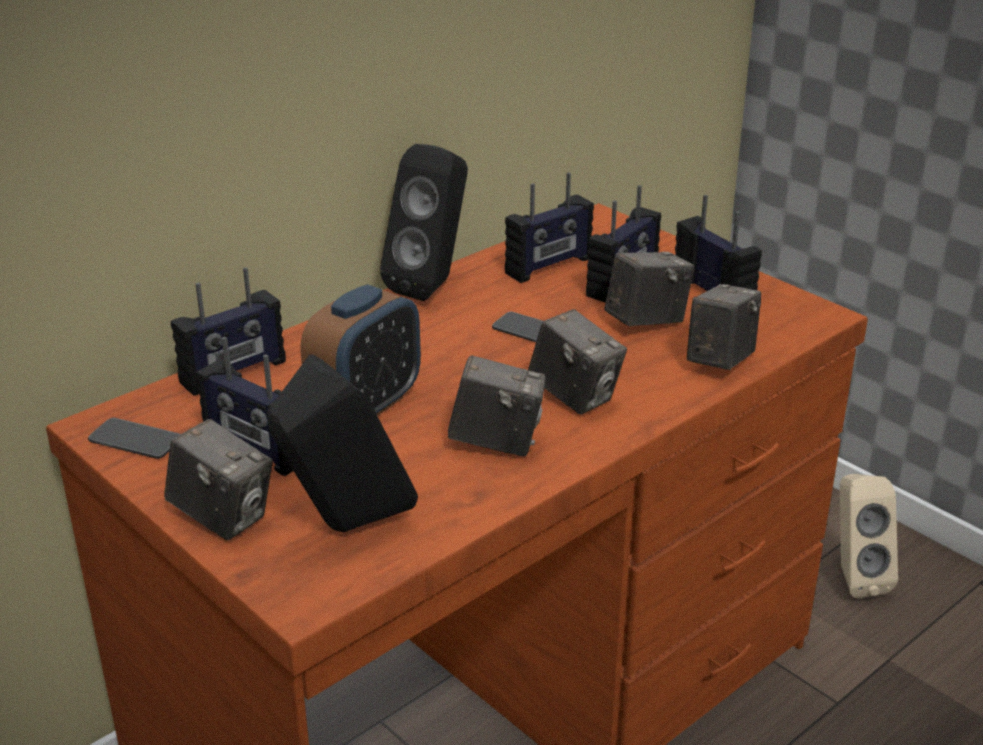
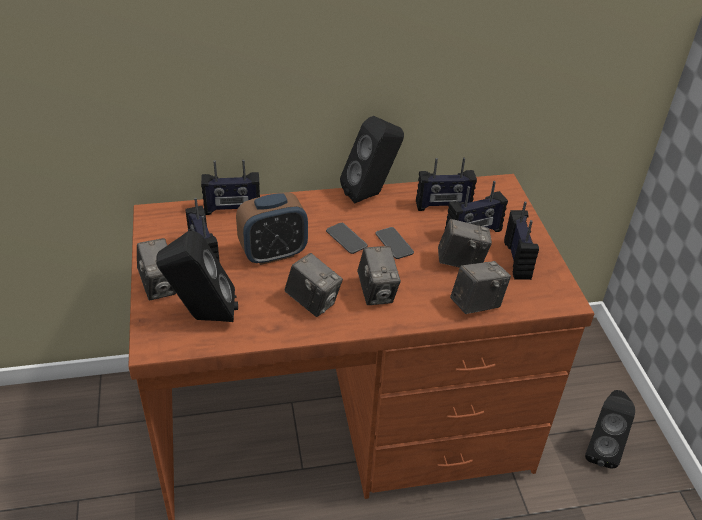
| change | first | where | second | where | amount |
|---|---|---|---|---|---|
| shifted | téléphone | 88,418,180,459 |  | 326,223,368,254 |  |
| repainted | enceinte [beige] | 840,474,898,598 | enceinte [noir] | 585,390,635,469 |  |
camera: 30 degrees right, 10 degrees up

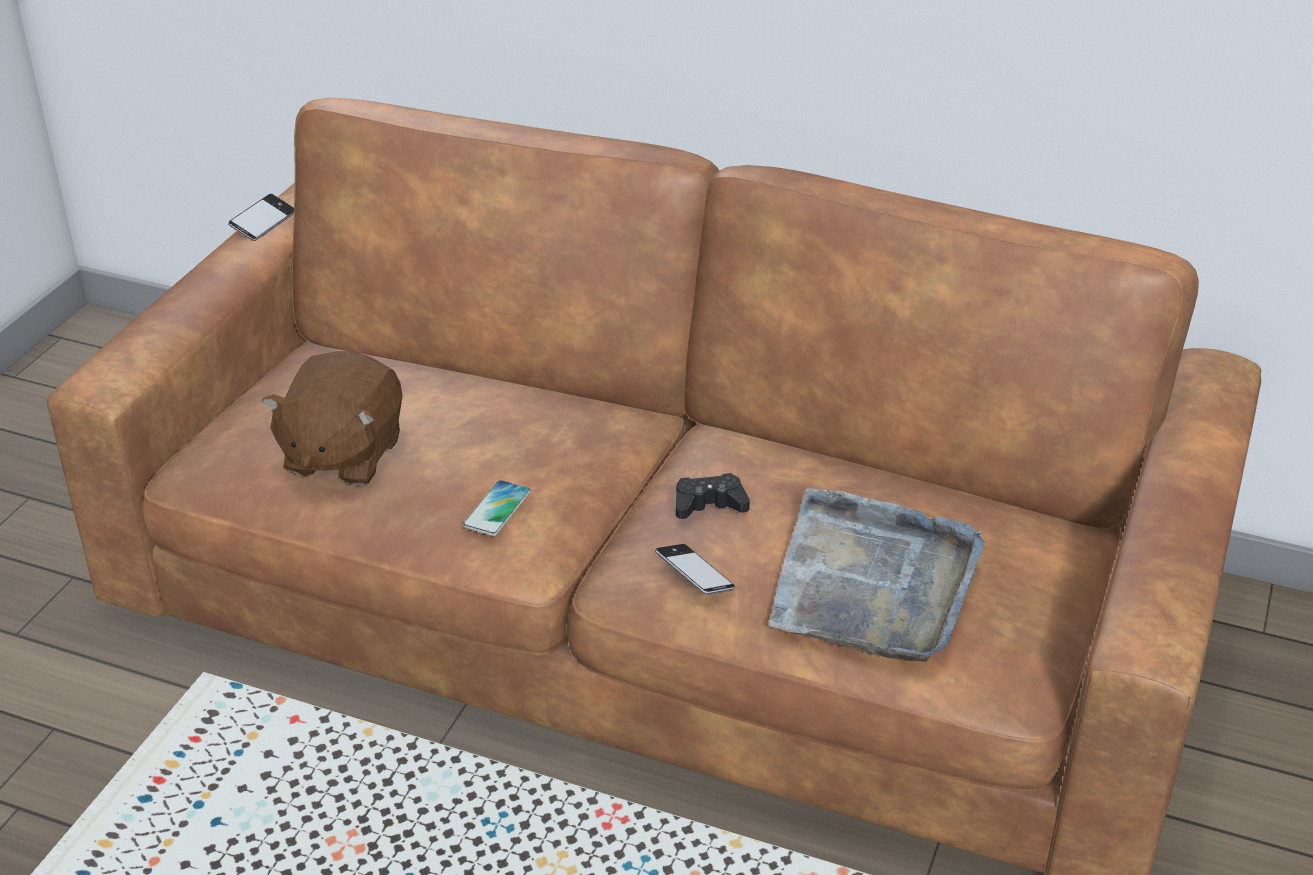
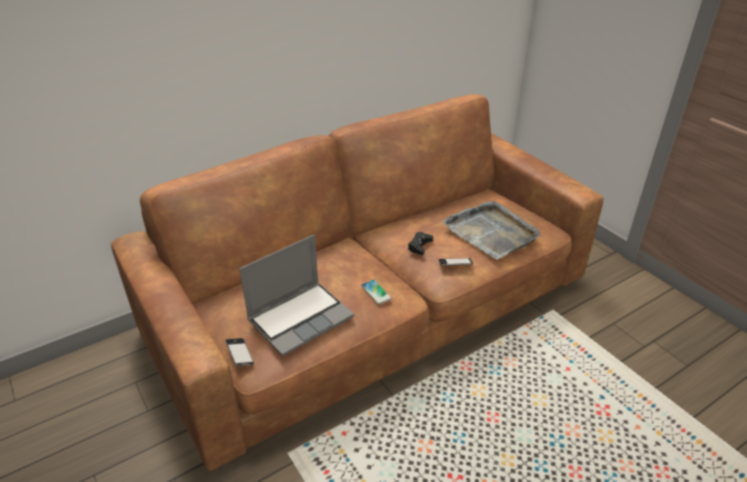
| change | first | where | second | where | amount |
|---|---|---|---|---|---|
| shifted | téléphone | 228,194,294,241 |  | 225,338,254,366 |  |
| swapped | peluche [marron] | 262,351,403,486 | ordinateur portable | 239,234,354,357 |  |
camera: 55 degrees left, 0 degrees up

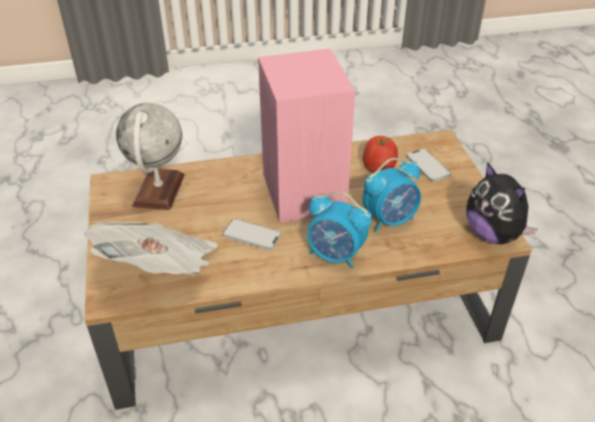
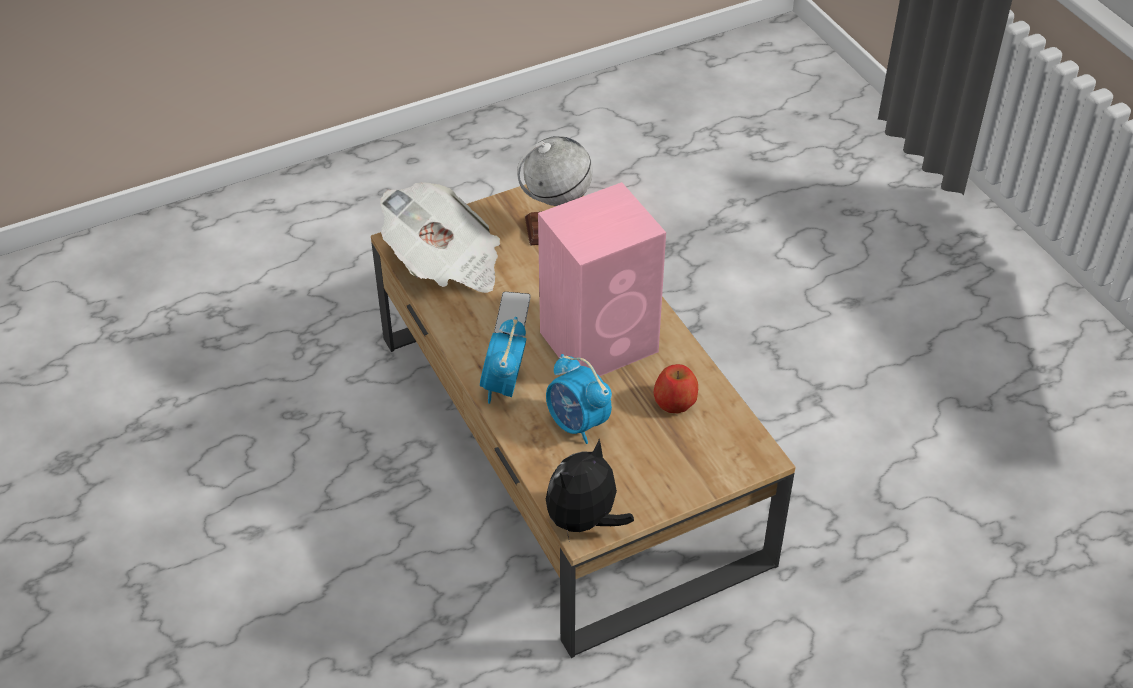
| change | first | where | second | where | amount |
|---|---|---|---|---|---|
| gone | téléphone | 406,149,451,182 |  |  |  |
camera: 75 degrees right, 5 degrees up

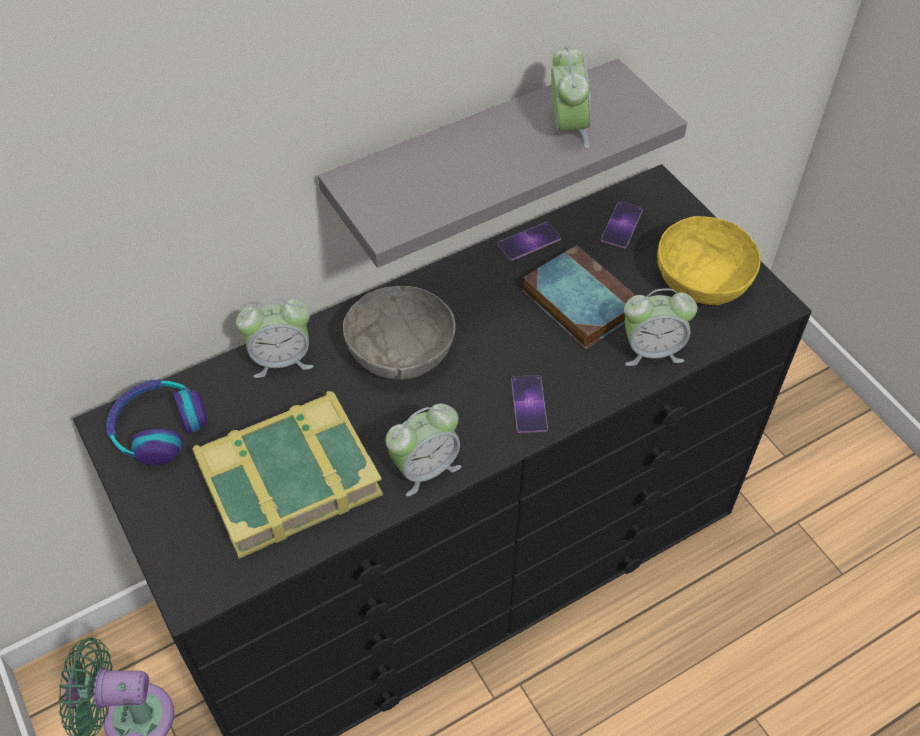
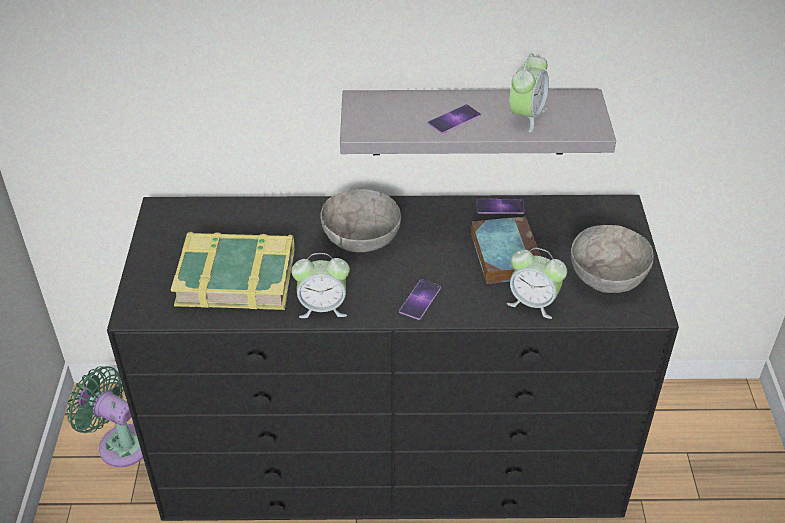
| change | first | where | second | where | amount |
|---|---|---|---|---|---|
| shifted | téléphone | 601,201,643,248 |  | 428,104,481,134 |  |
| repainted | bol [jaune] | 657,216,761,305 | bol [gris] | 571,225,654,293 |  |
| gone | réveil | 236,297,314,378 |  |  |  |
| gone | casque audio | 106,379,207,465 |  |  |  |
camera: 30 degrees right, 10 degrees down

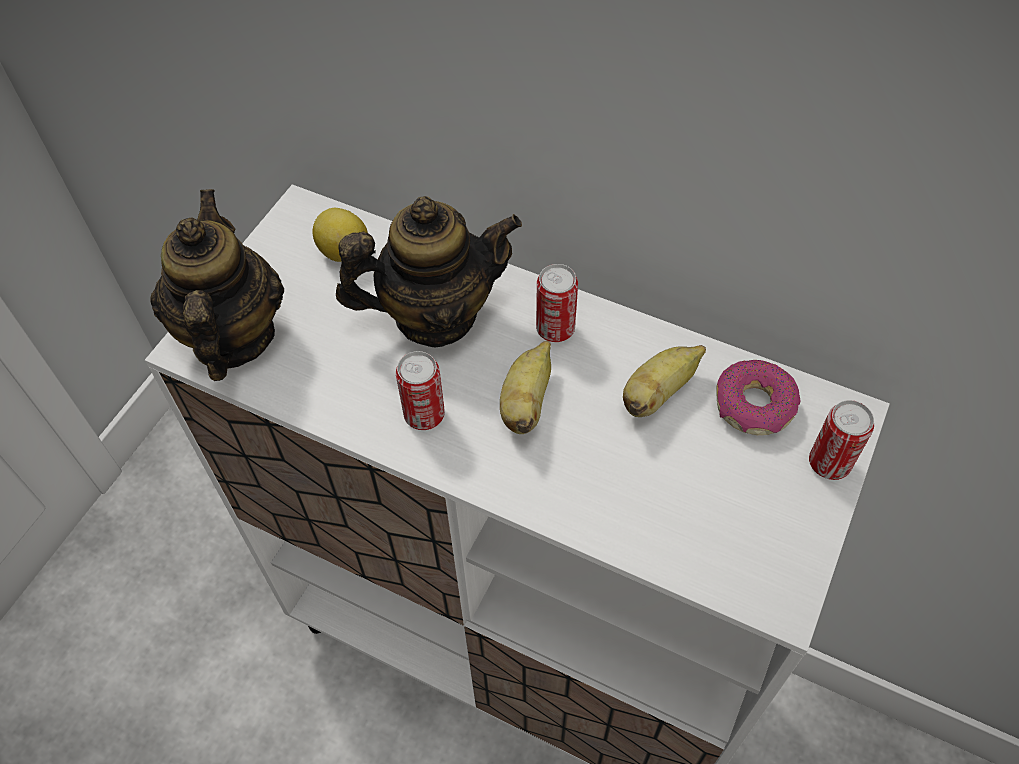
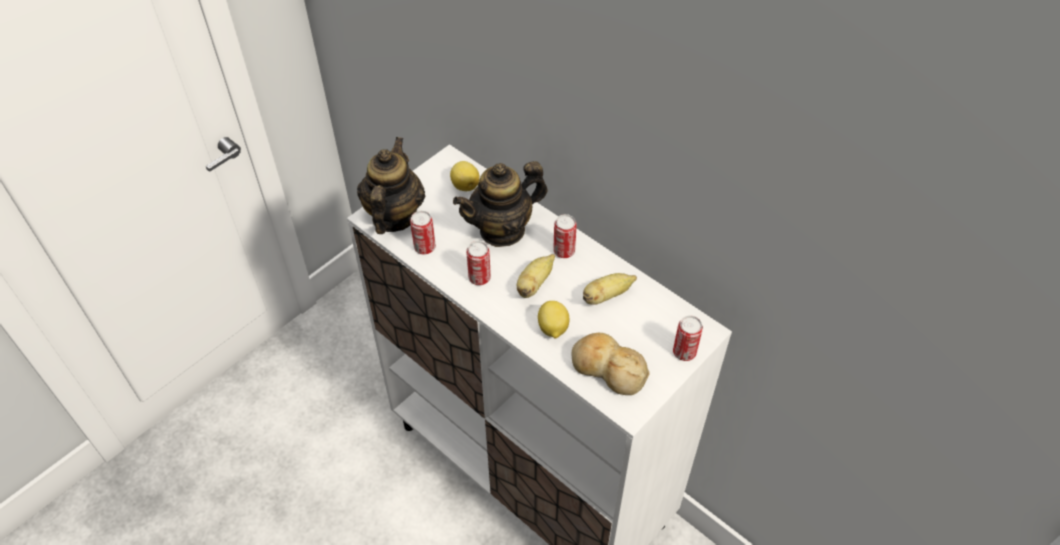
| change | first | where | second | where | amount |
|---|---|---|---|---|---|
| rotated | théière | 336,196,522,347 |  | 453,161,547,247 | 150 degrees clockwise |
| gone | beignet | 716,360,800,435 |  |  |  |
| new |  |  | boîte métallique | 410,211,436,255 |  |
| new |  |  | citron | 538,301,569,339 |  |
| new |  |  | pain | 571,333,650,395 |  |
camera: 15 degrees right, 5 degrees down

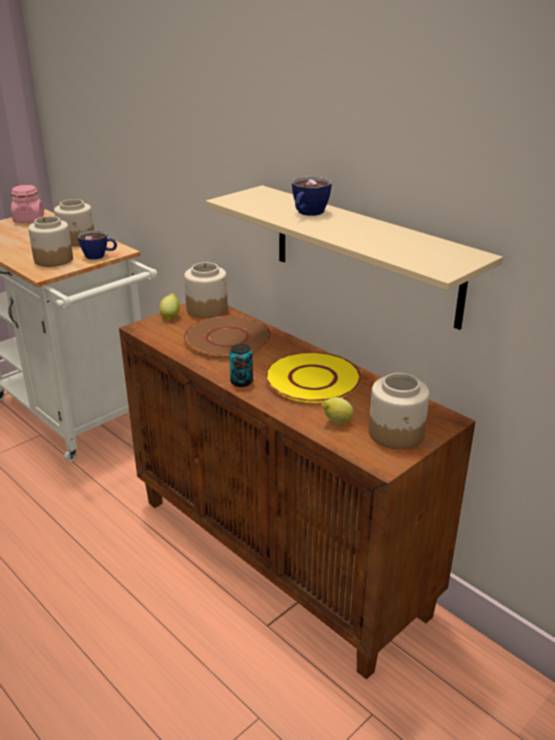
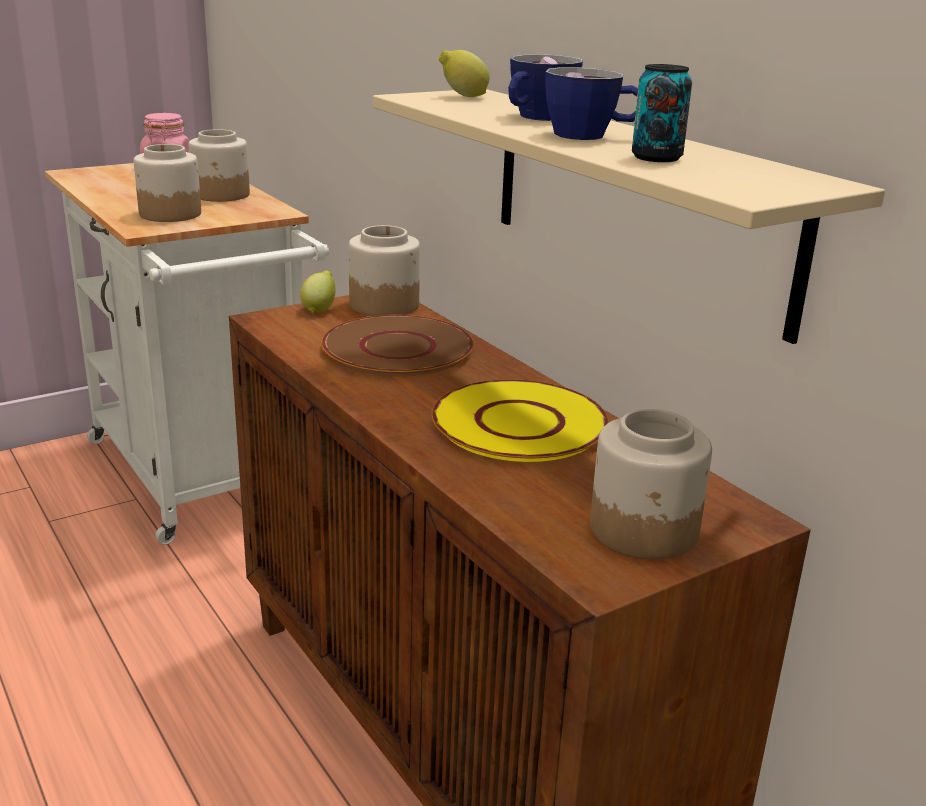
| change | first | where | second | where | amount |
|---|---|---|---|---|---|
| shifted | tasse | 78,230,117,260 |  | 545,67,638,140 |  |
| shifted | boîte métallique | 229,344,253,387 |  | 632,64,692,162 |  |
| shifted | citron | 322,397,354,424 |  | 439,50,490,97 |  |
camera: 10 degrees right, 5 degrees down

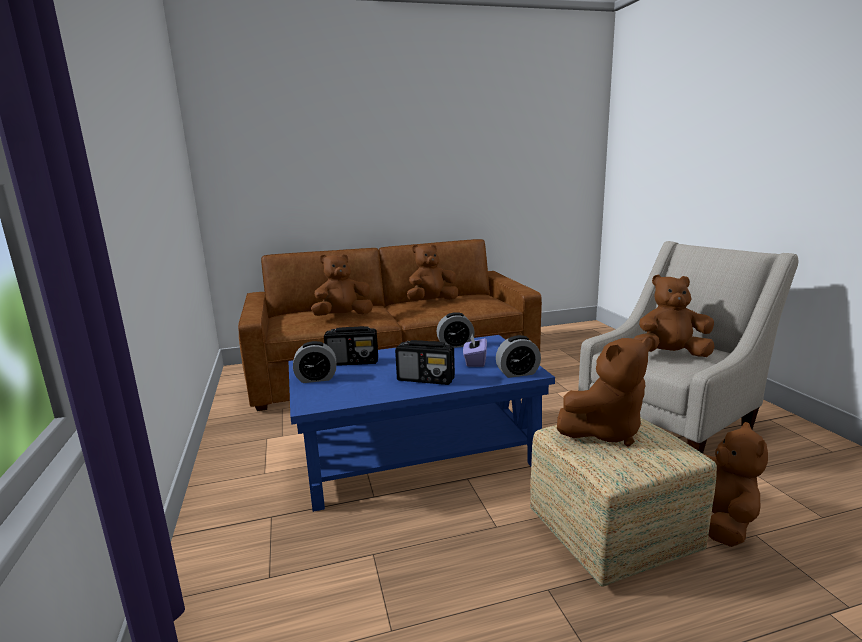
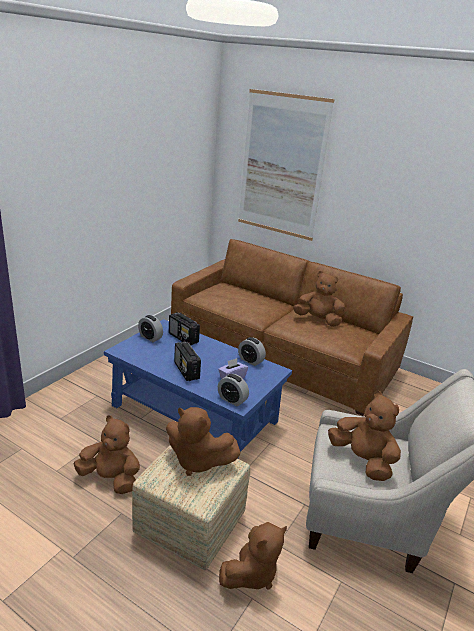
| change | first | where | second | where | amount |
|---|---|---|---|---|---|
| shifted | peluche [marron] | 311,254,373,316 |  | 73,415,140,494 |  |
| new |  |  | tableau | 238,89,334,241 |  |
camera: 45 degrees right, 10 degrees up

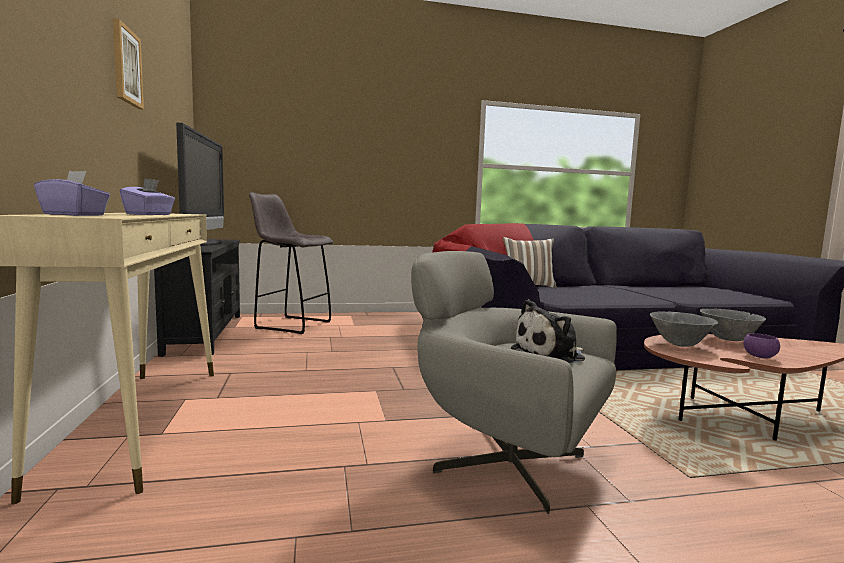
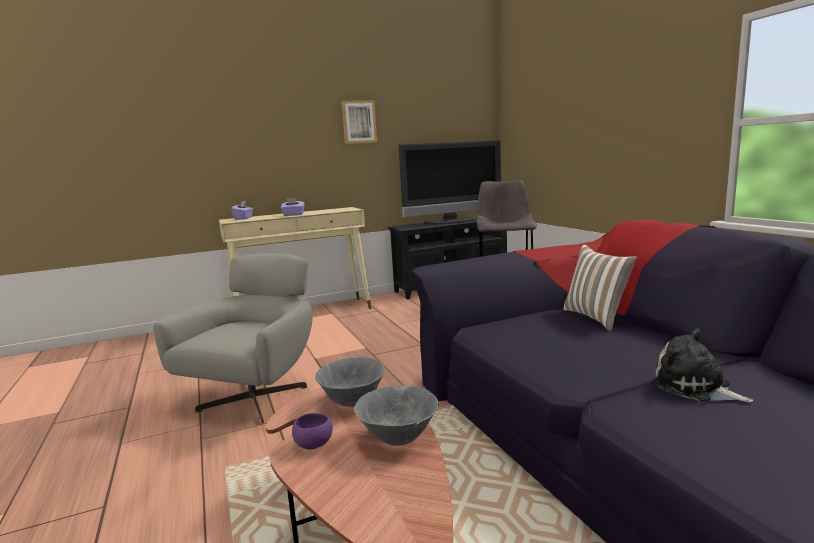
| change | first | where | second | where | amount |
|---|---|---|---|---|---|
| shifted | peluche | 511,299,585,363 |  | 653,329,753,402 |  |
camera: 80 degrees right, 5 degrees up

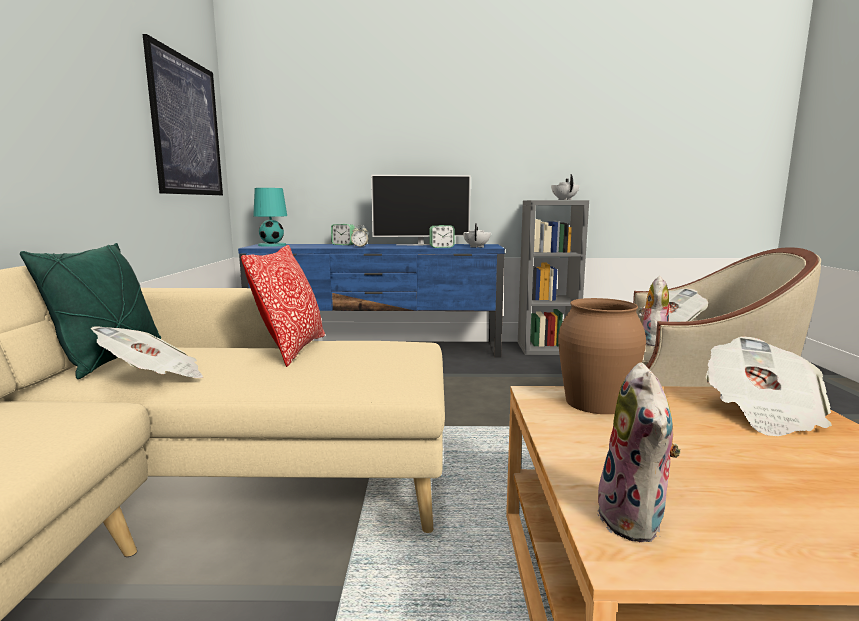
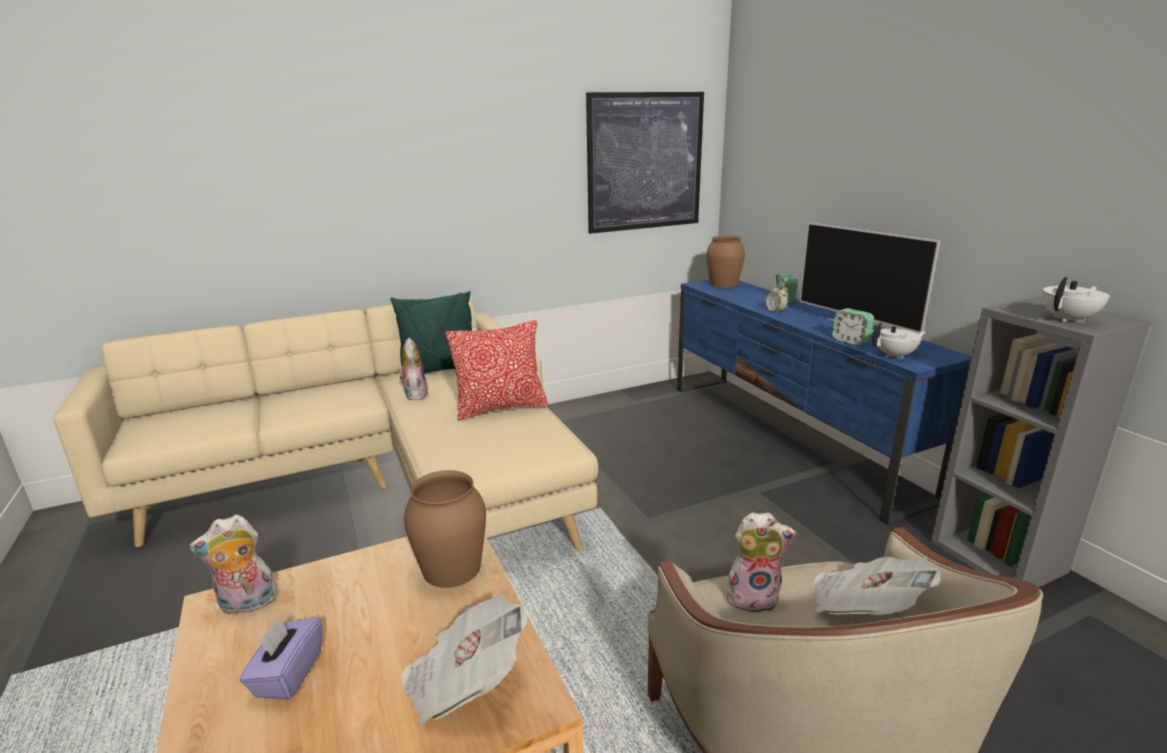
| change | first | where | second | where | amount |
|---|---|---|---|---|---|
| swapped | lampe de table [turquoise] | 253,188,287,247 | vase [marron] | 706,235,745,288 |  |
| swapped | journal | 91,326,203,378 | peluche | 397,338,429,400 |  |
| new |  |  | boîte à mouchoirs [violet] | 239,616,322,700 |  |
camera: 65 degrees right, 10 degrees up

